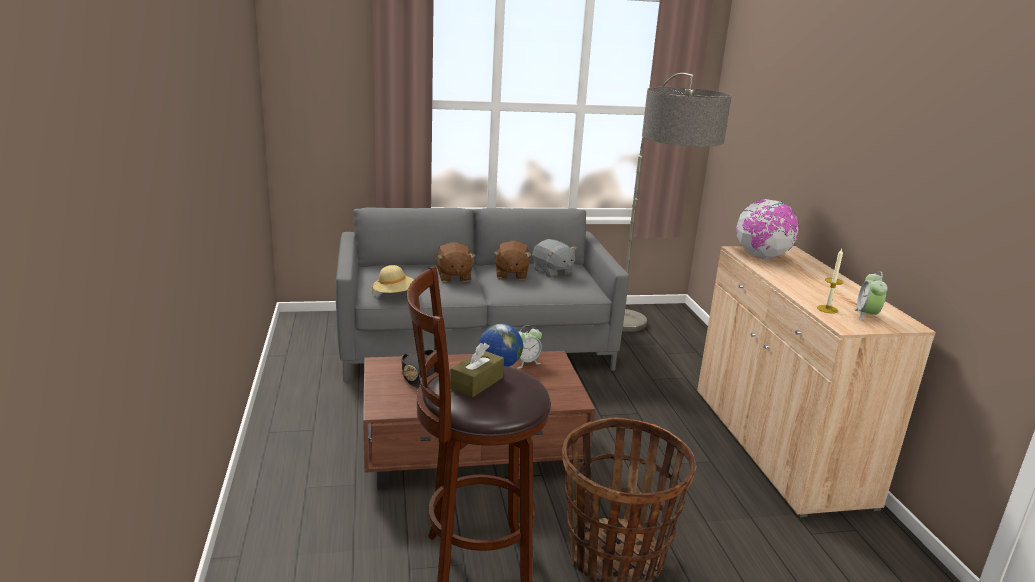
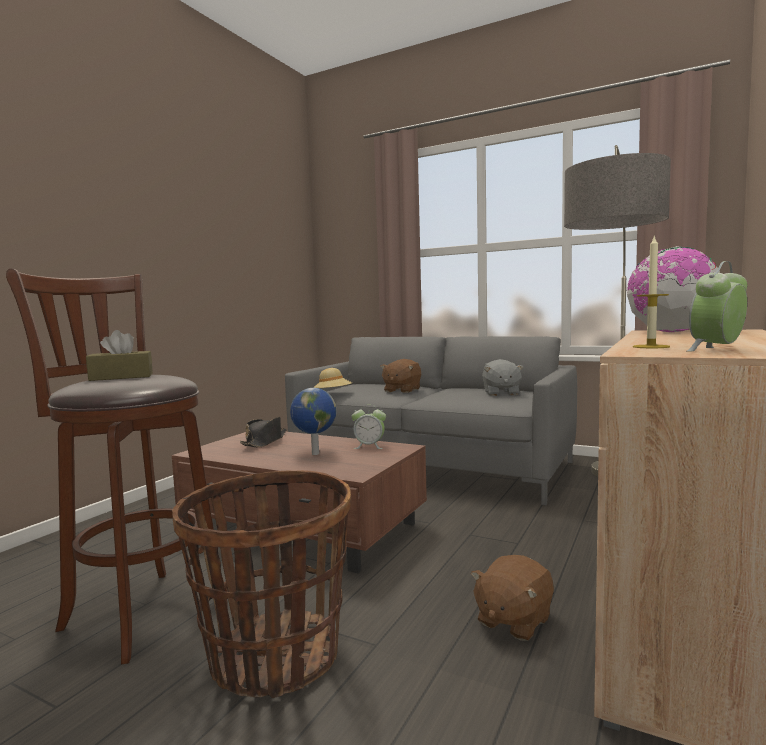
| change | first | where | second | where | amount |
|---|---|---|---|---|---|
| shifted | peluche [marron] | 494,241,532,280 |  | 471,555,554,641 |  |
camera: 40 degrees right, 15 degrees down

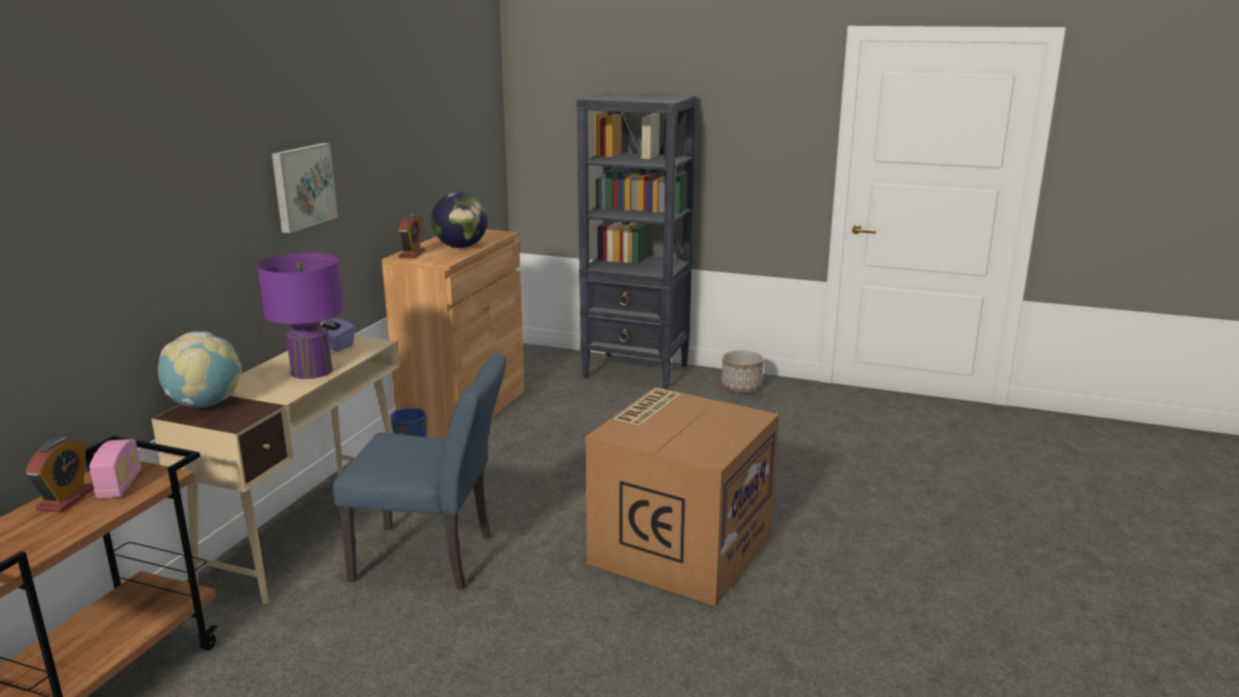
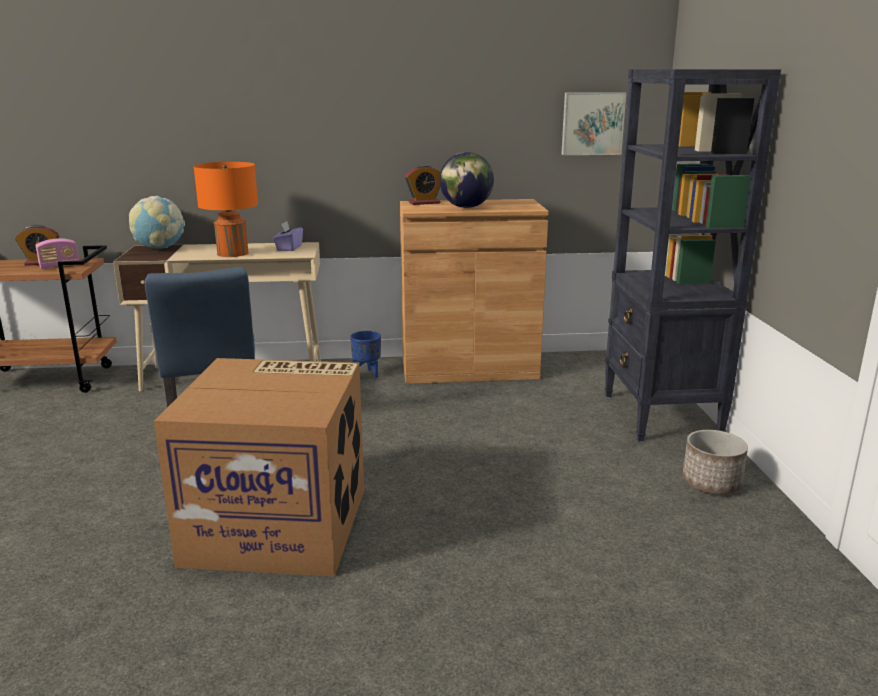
| change | first | where | second | where | amount |
|---|---|---|---|---|---|
| shifted | tableau | 272,143,338,233 |  | 561,92,626,155 |  |
| repainted | lampe de table [violet] | 257,253,344,379 | lampe de table [orange] | 194,162,258,257 |  |
camera: 65 degrees right, 0 degrees up

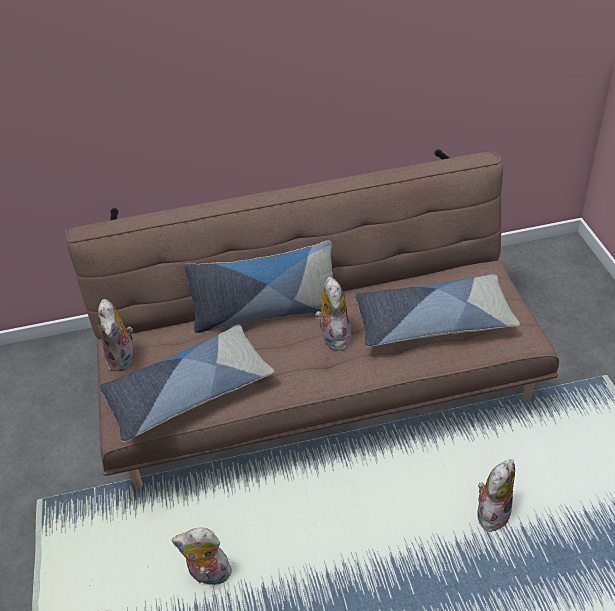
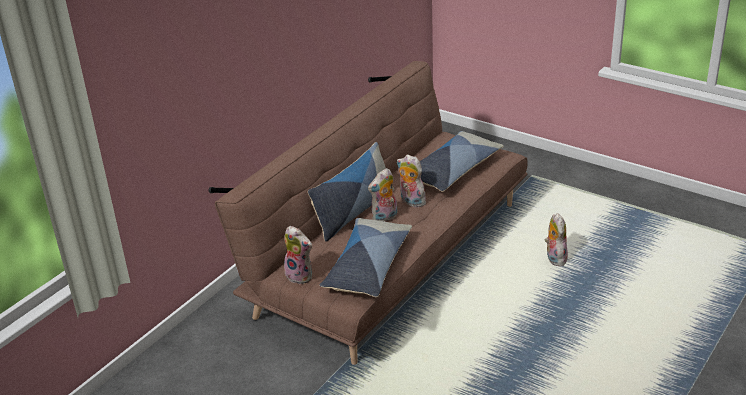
| change | first | where | second | where | amount |
|---|---|---|---|---|---|
| shifted | peluche | 171,528,232,586 |  | 368,168,398,222 |  |
camera: 45 degrees left, 10 degrees down

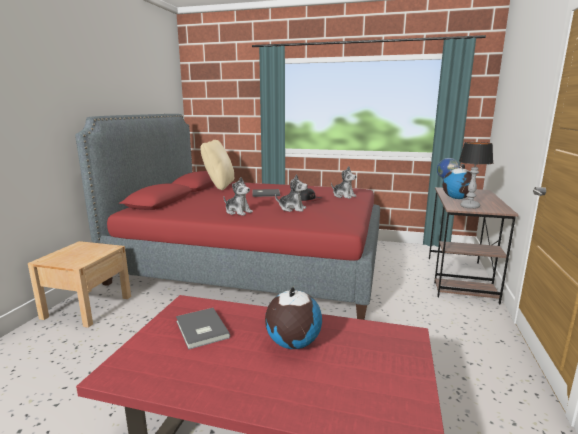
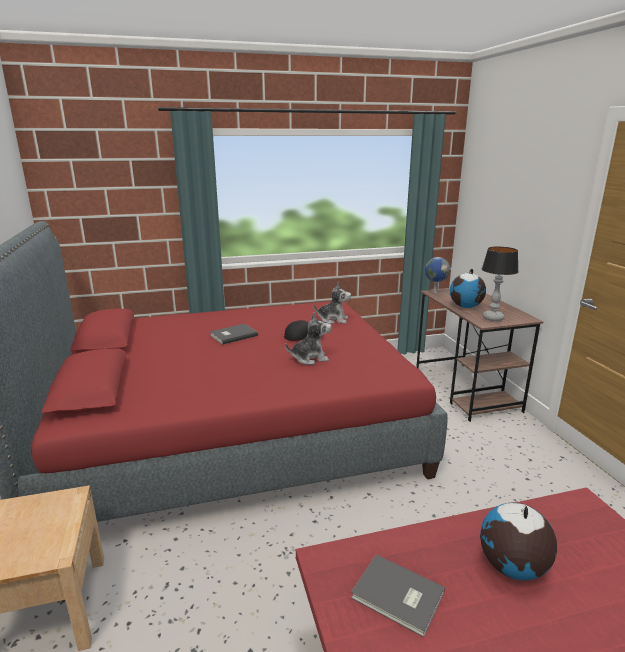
| change | first | where | second | where | amount |
|---|---|---|---|---|---|
| gone | coussin [beige] | 201,140,234,191 |  |  |  |
| gone | peluche | 224,177,253,216 |  |  |  |
camera: 30 degrees left, 5 degrees up

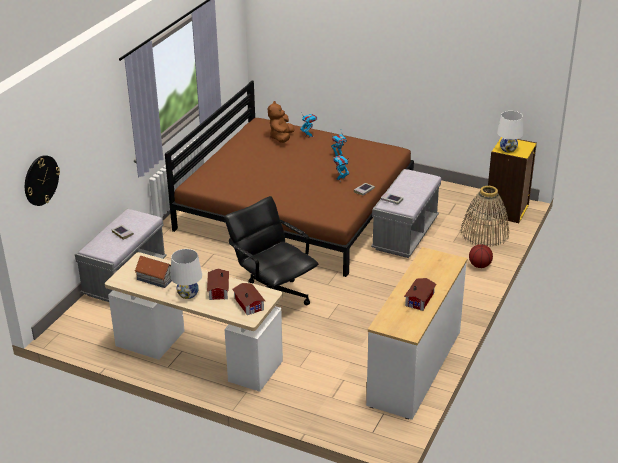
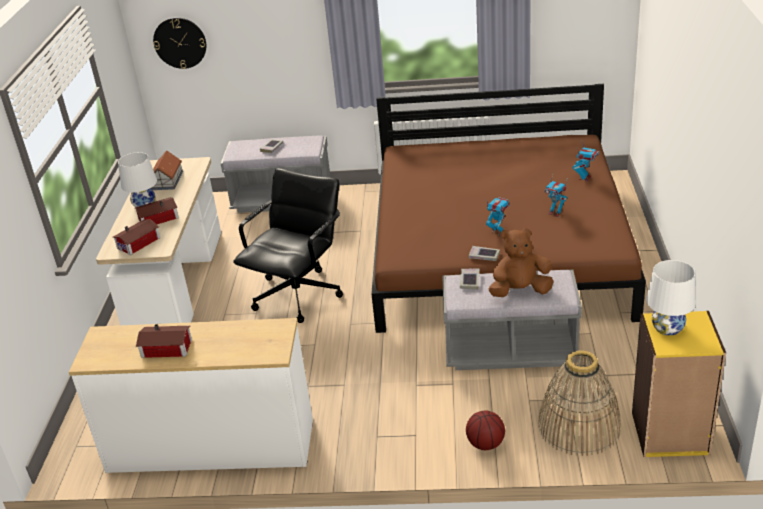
| change | first | where | second | where | amount |
|---|---|---|---|---|---|
| shifted | peluche [marron] | 268,101,295,143 |  | 489,228,554,297 |  |
camera: 70 degrees right, 0 degrees up

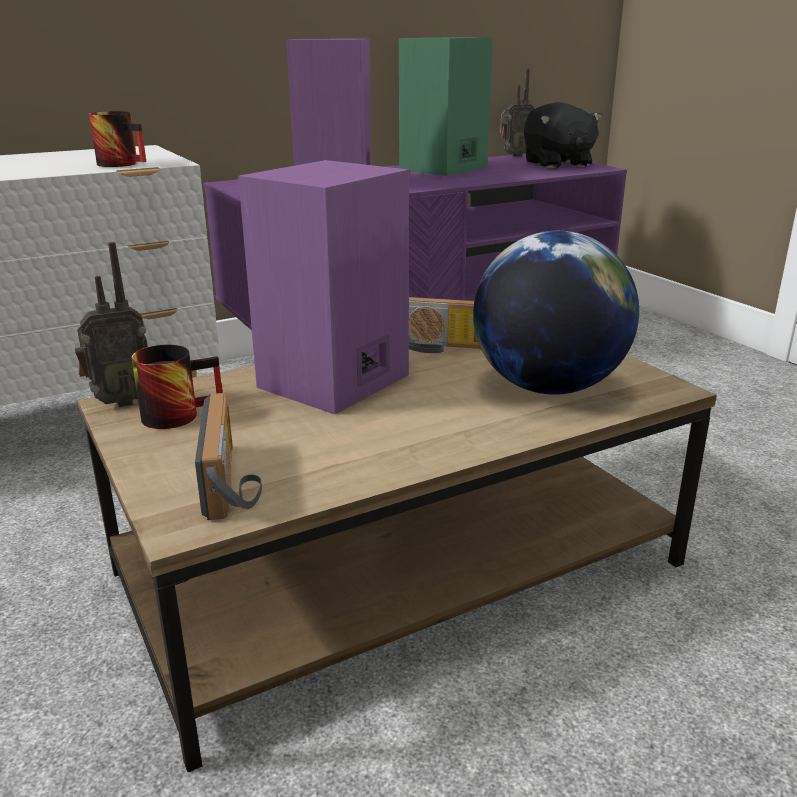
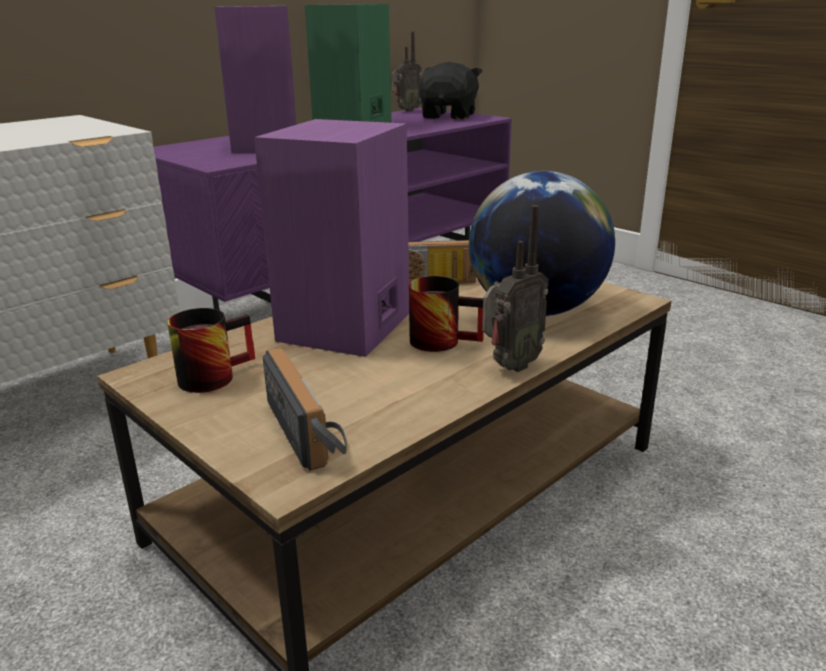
| change | first | where | second | where | amount |
|---|---|---|---|---|---|
| rotated | peluche [noir] | 524,102,603,168 |  | 419,62,482,119 | 135 degrees counterclockwise |
| shifted | mug | 89,111,146,167 |  | 409,276,484,352 |  |
| shifted | radio | 75,242,148,407 |  | 482,205,548,372 |  |
camera: 15 degrees left, 0 degrees up

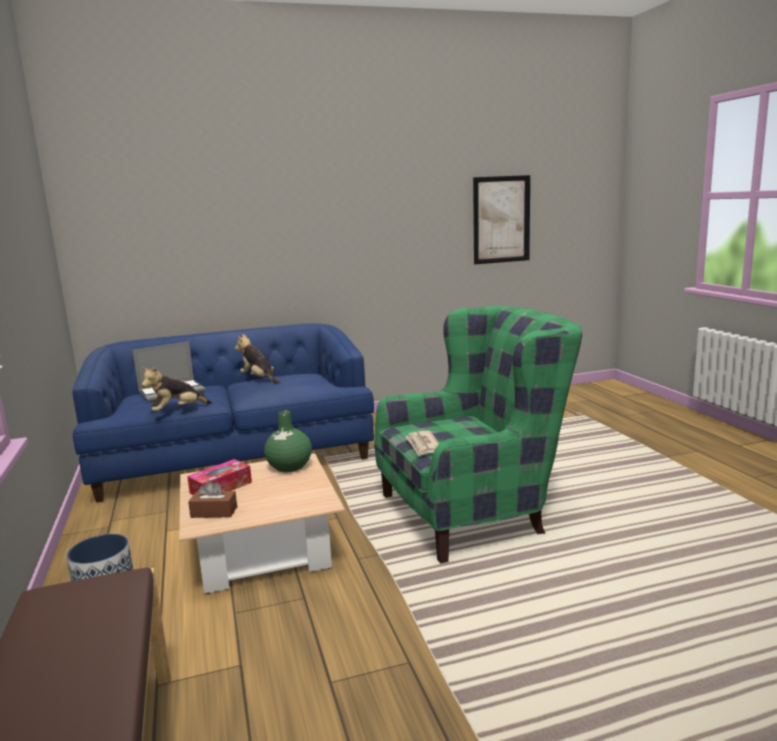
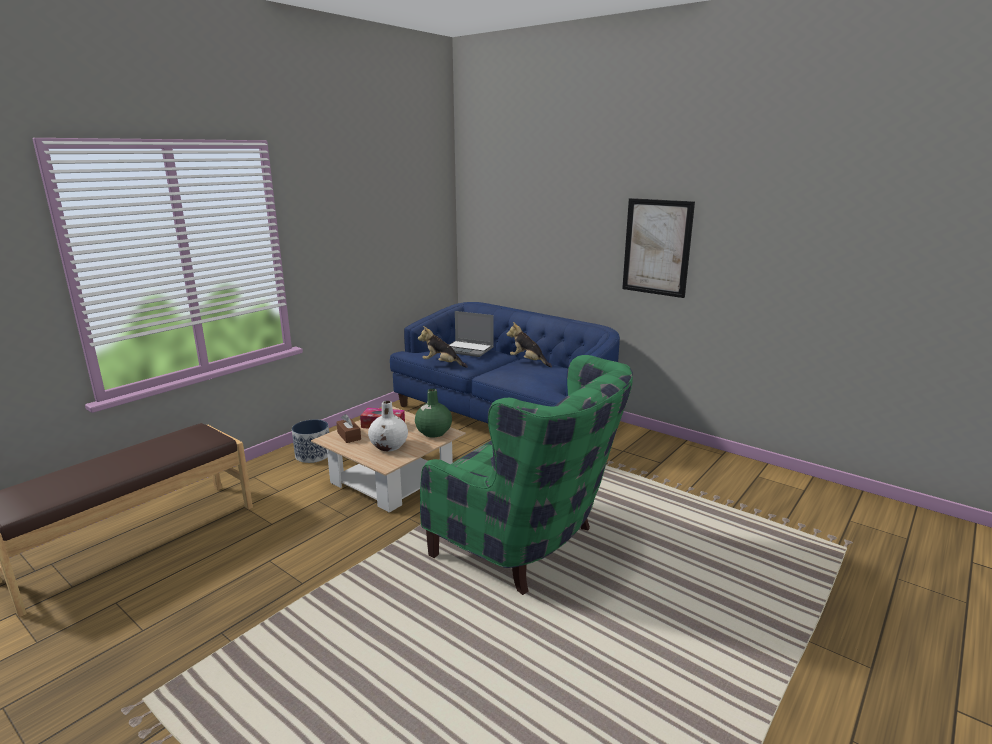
| change | first | where | second | where | amount |
|---|---|---|---|---|---|
| shifted | tableau | 473,175,530,264 |  | 622,198,695,298 |  |
| rotated | peluche | 235,334,281,384 |  | 507,322,552,367 | 60 degrees counterclockwise |
| gone | journal | 405,431,439,456 |  |  |  |
| new |  |  | vase [blanc] | 368,401,408,451 |  |
camera: 55 degrees right, 5 degrees up

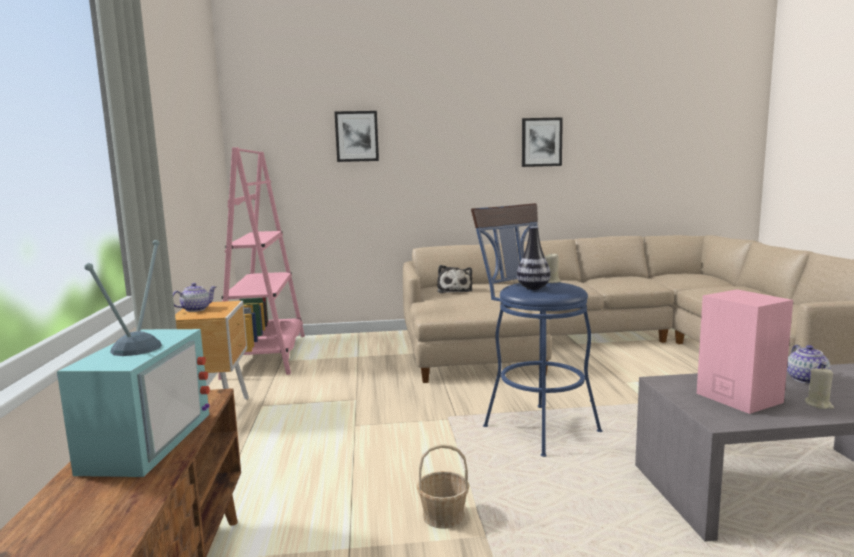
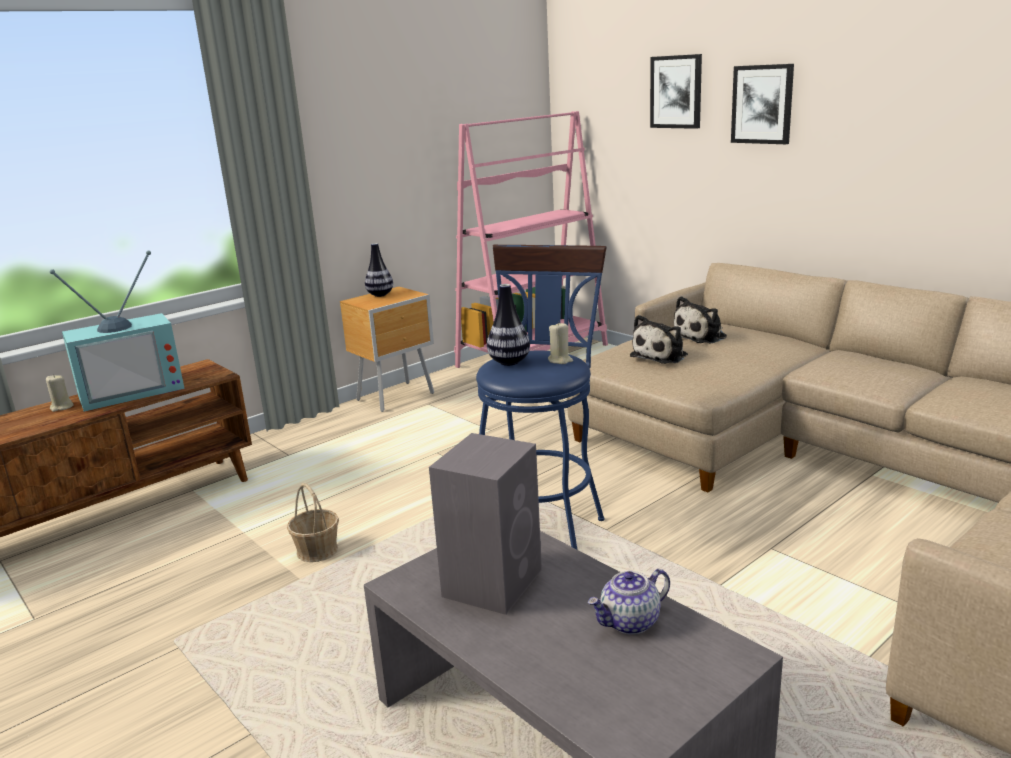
| change | first | where | second | where | amount |
|---|---|---|---|---|---|
| shifted | tableau | 522,117,563,167 |  | 731,64,794,144 |  |
| swapped | théière | 173,283,216,312 | vase | 365,243,393,297 |  |
| repainted | enceinte [rose] | 697,289,793,414 | enceinte [gris] | 429,433,542,615 |  |
| shifted | bougie [beige] | 805,367,834,409 |  | 46,374,74,412 |  |
| new |  |  | peluche | 630,315,688,364 |  |
camera: 55 degrees right, 10 degrees up

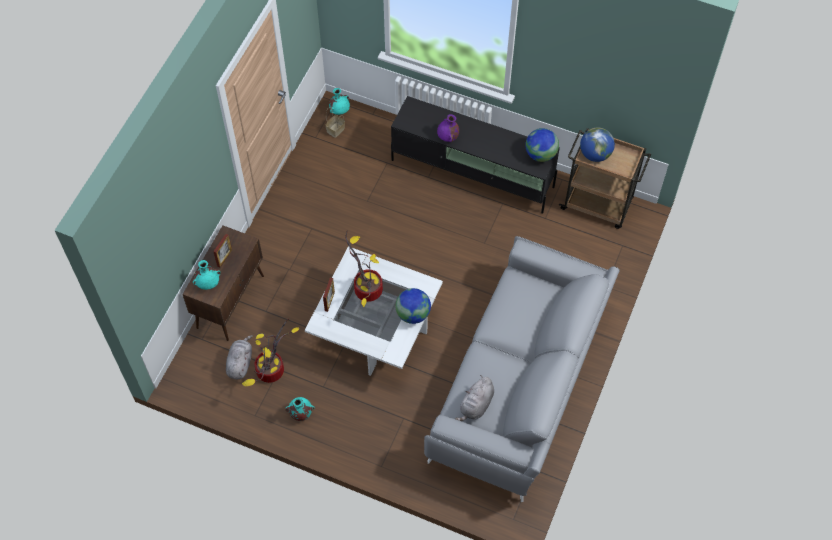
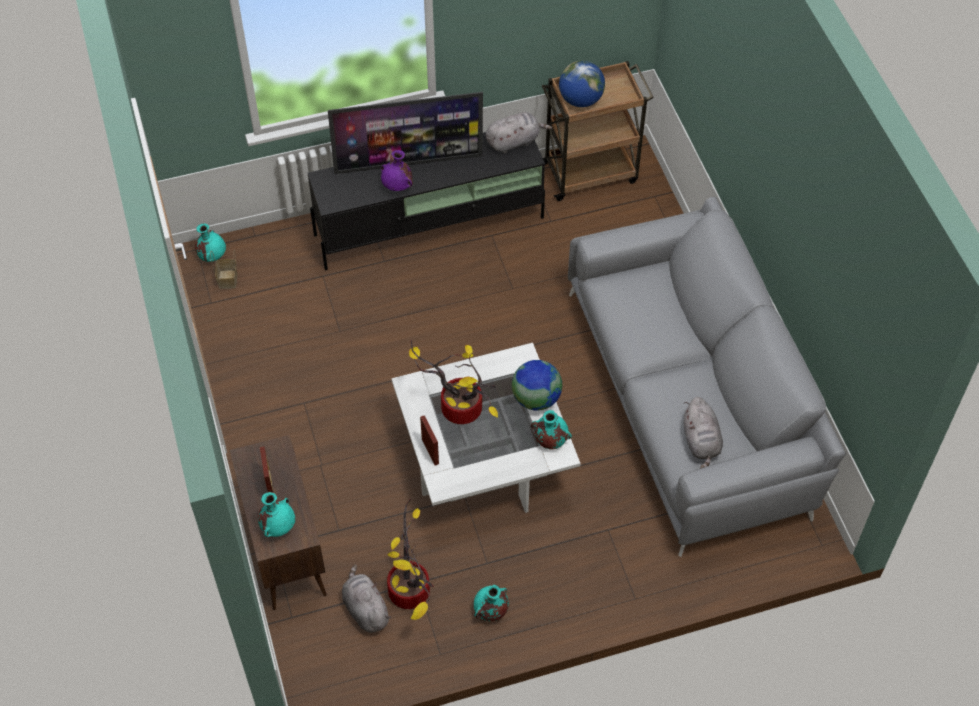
| change | first | where | second | where | amount |
|---|---|---|---|---|---|
| swapped | globe | 525,128,559,162 | peluche [gris] | 486,112,552,153 |  |
| new |  |  | téléviseur | 328,92,483,174 |  |
| new |  |  | vase [turquoise] | 531,410,572,450 |  |
camera: 40 degrees left, 5 degrees down

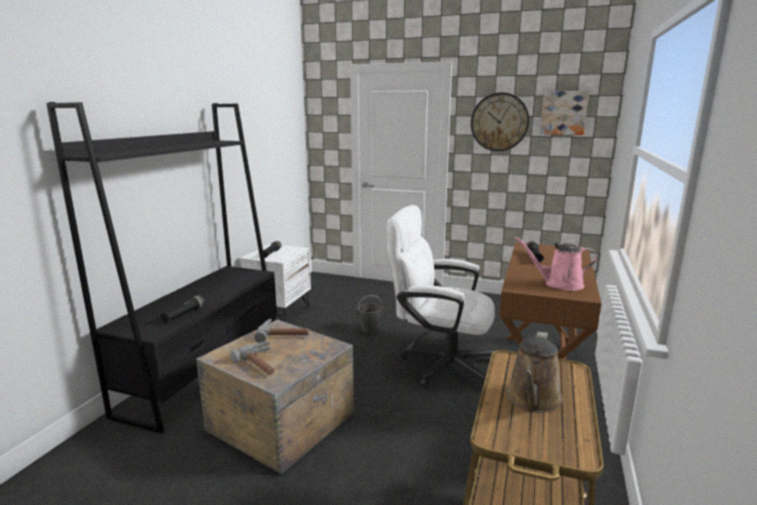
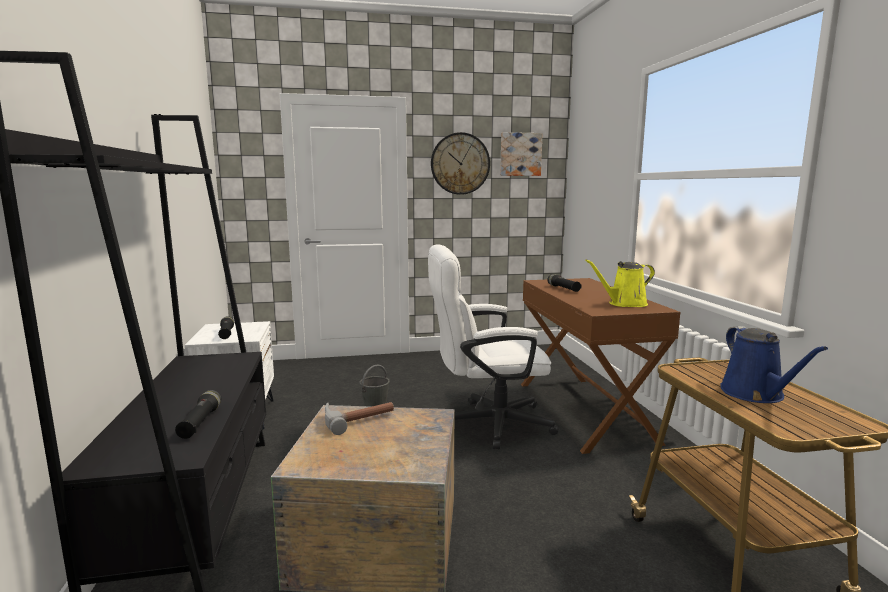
| change | first | where | second | where | amount |
|---|---|---|---|---|---|
| repainted | arrosoir [rose] | 515,237,598,291 | arrosoir [jaune] | 585,259,655,307 |  |
| repainted | arrosoir [marron] | 506,332,563,413 | arrosoir [bleu] | 720,326,828,403 |  |
| gone | marteau | 230,342,274,375 |  |  |  |
camera: 30 degrees left, 5 degrees down

